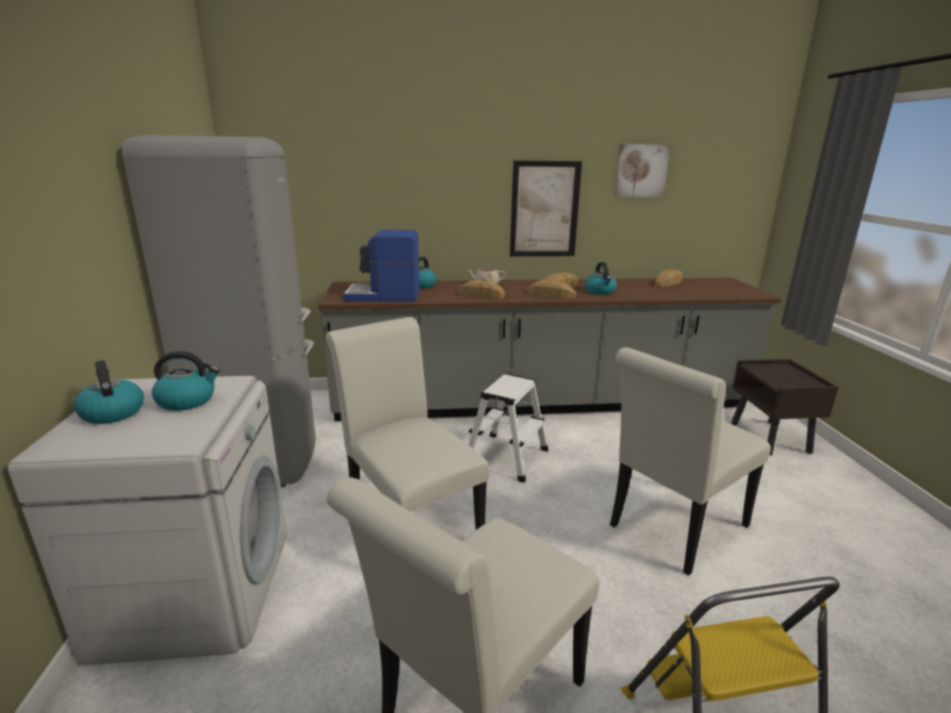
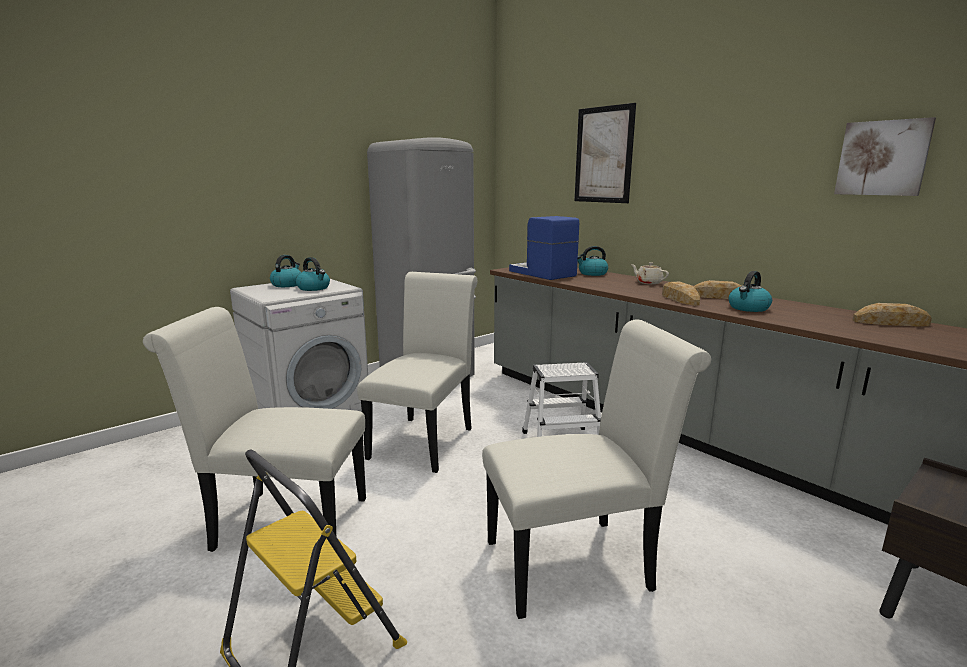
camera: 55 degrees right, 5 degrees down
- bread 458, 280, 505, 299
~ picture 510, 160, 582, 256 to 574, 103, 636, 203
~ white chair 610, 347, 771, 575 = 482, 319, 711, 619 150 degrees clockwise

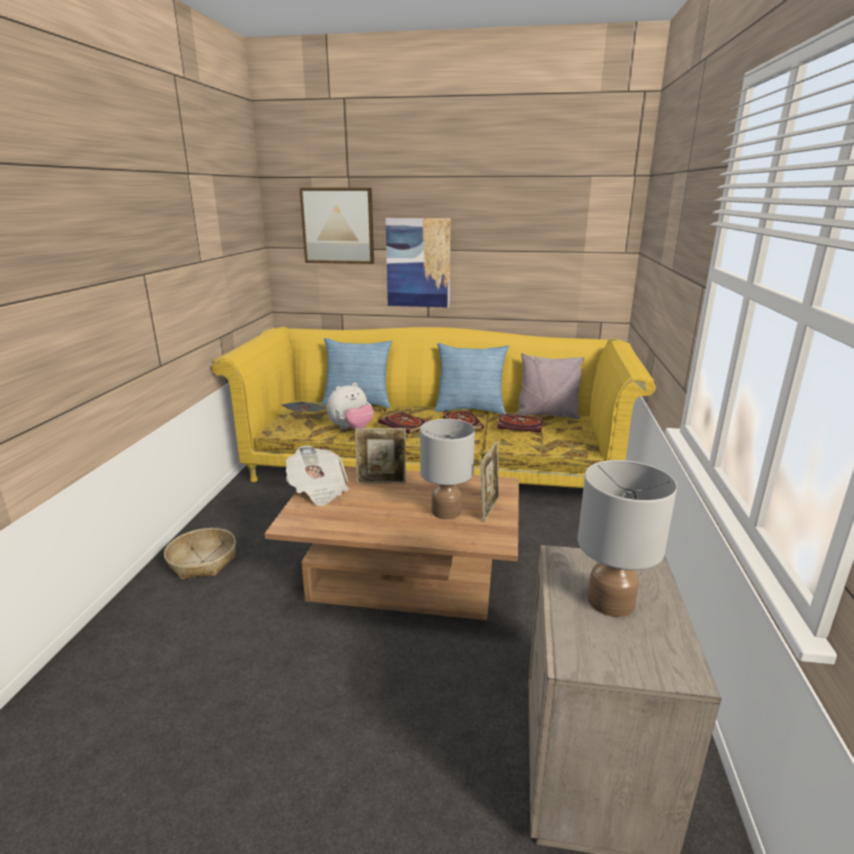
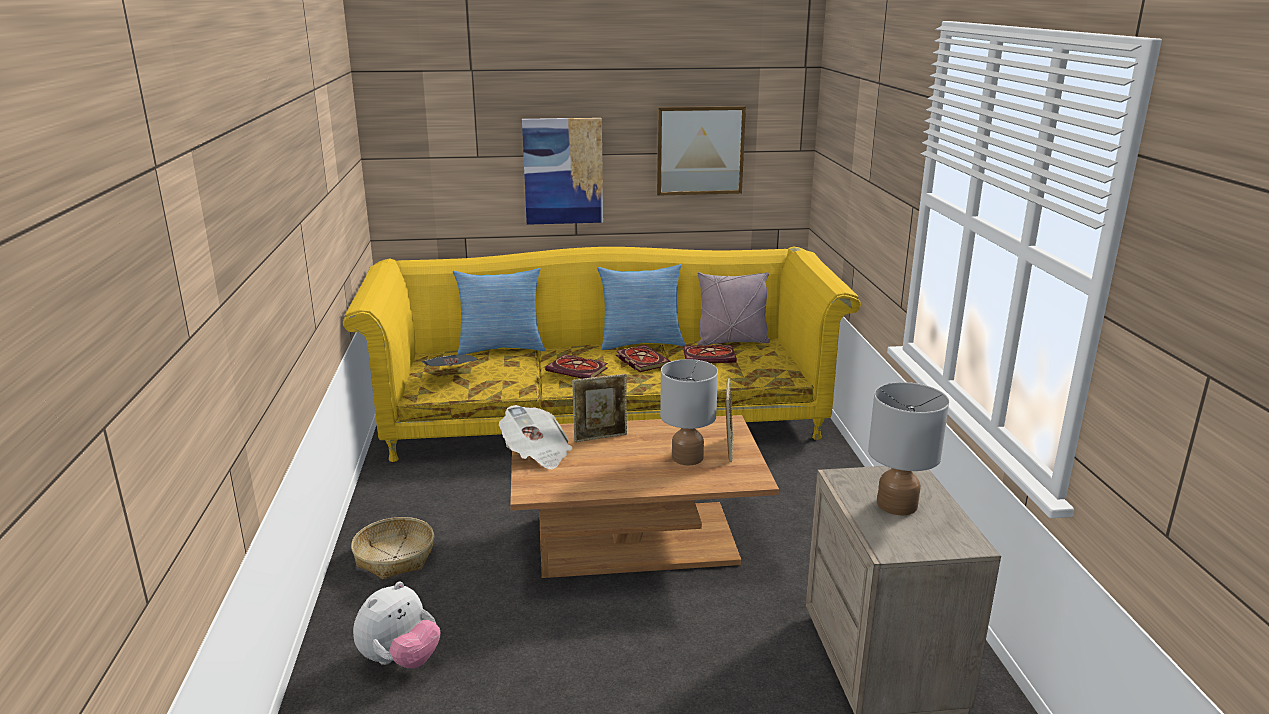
camera: 15 degrees left, 0 degrees up
~ picture 299, 188, 374, 264 to 657, 106, 746, 196
~ plush toy 327, 383, 374, 430 to 353, 582, 440, 668

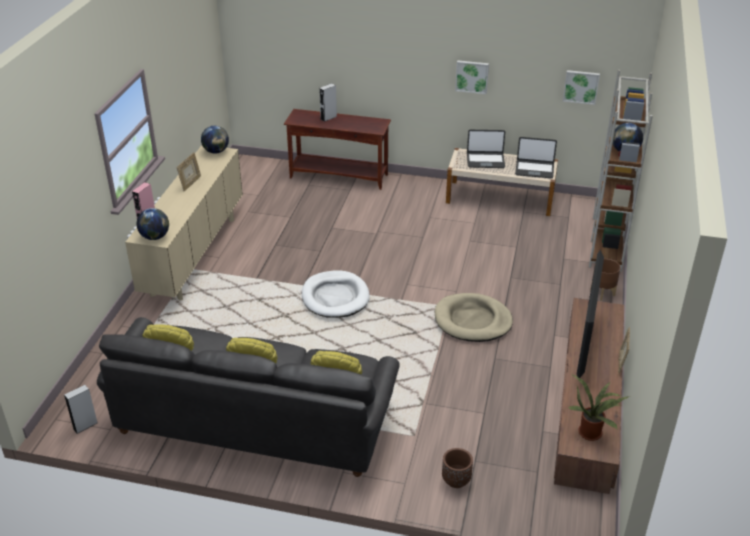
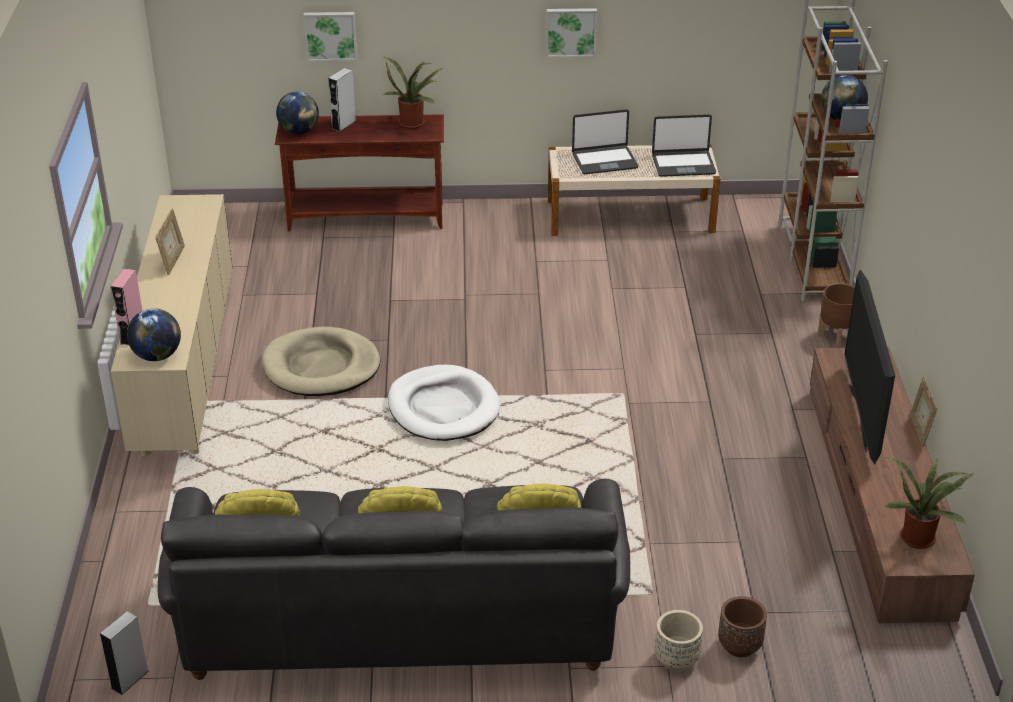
camera: 15 degrees left, 0 degrees up
+ potted plant 382, 57, 443, 129
+ beige planter 655, 610, 703, 672
~ globe 201, 126, 229, 154 to 276, 92, 319, 134
~ beige dog bed 435, 293, 513, 342 to 262, 327, 380, 396
~ picture 563, 70, 600, 105 to 303, 12, 357, 61

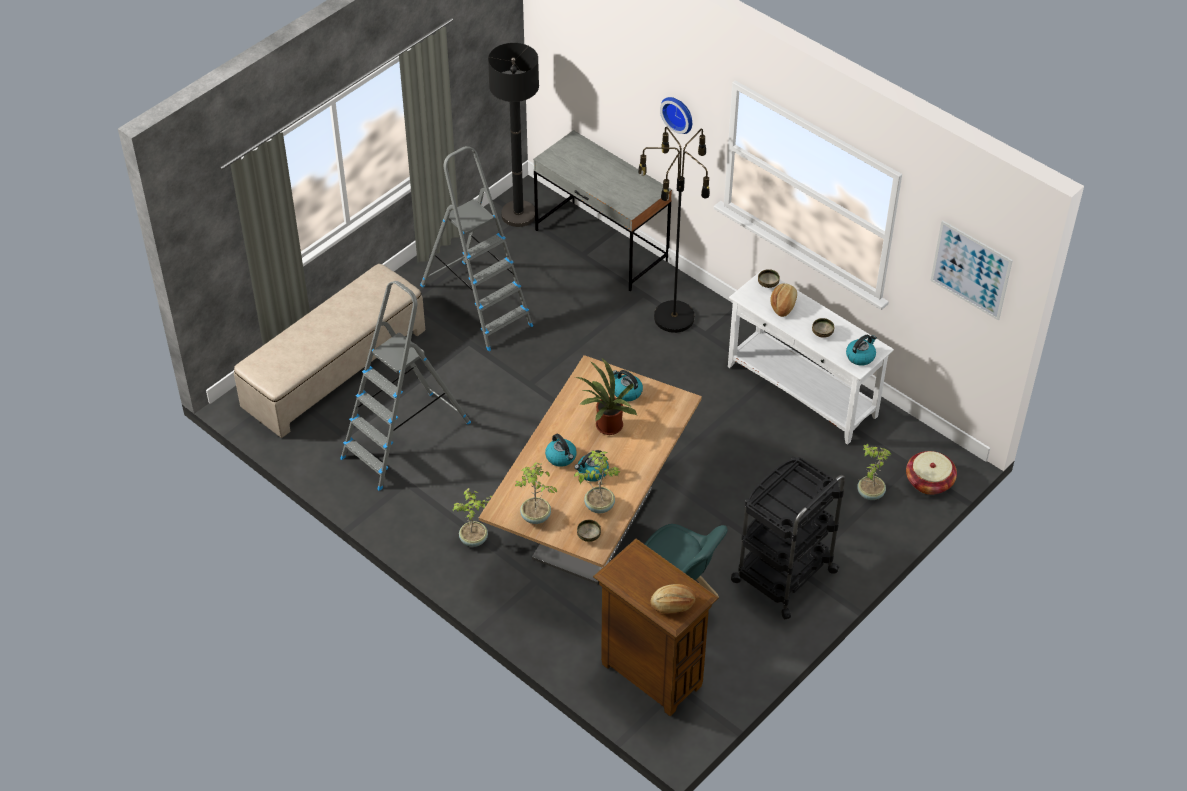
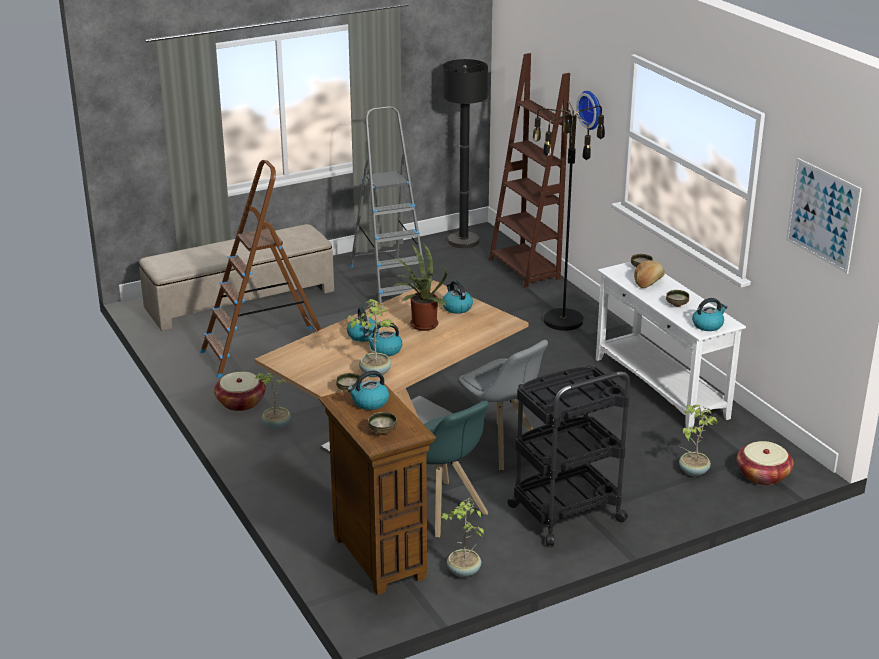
camera: 20 degrees right, 20 degrees down
+ basket 214, 372, 266, 411
+ kettle 347, 371, 389, 410
+ grey chair 458, 340, 548, 471
~ potted plant 515, 462, 558, 524 to 440, 498, 484, 578
~ grey desk 533, 130, 672, 291 to brown bookcase 489, 53, 570, 288
~ bread 650, 584, 696, 613 to bowl 368, 412, 397, 434
~ grey step ladder 340, 281, 471, 491 to brown step ladder 200, 160, 321, 378

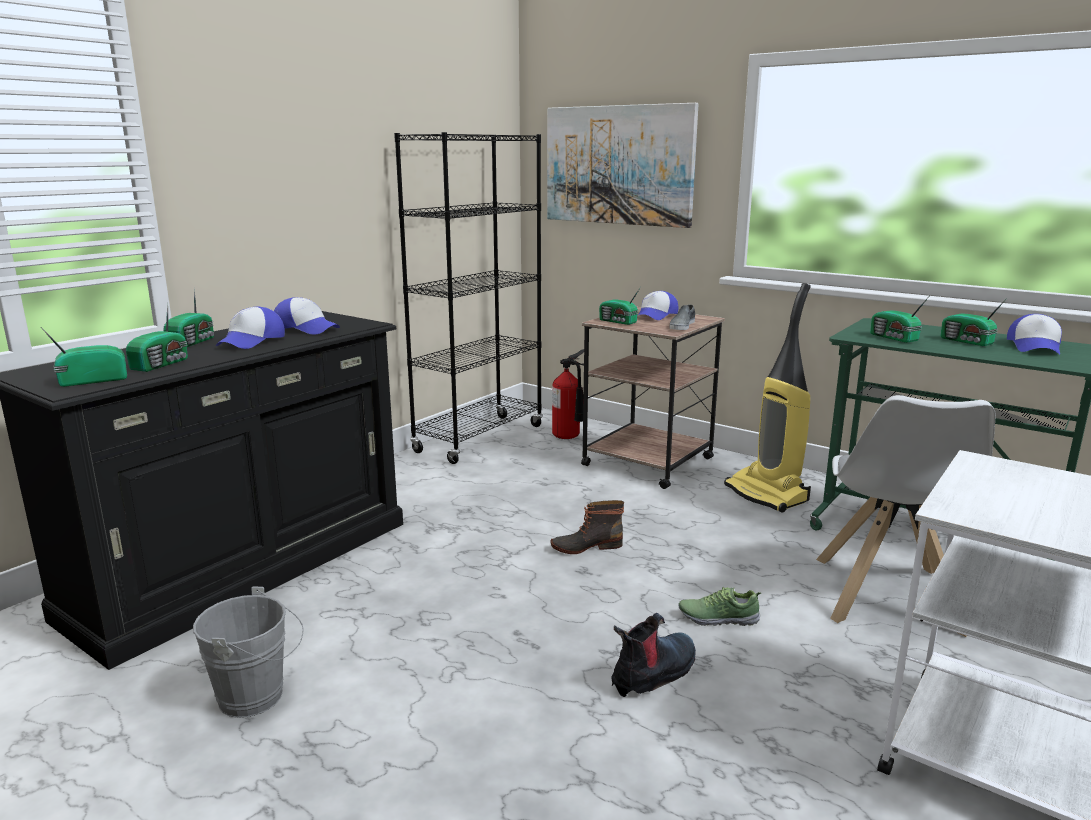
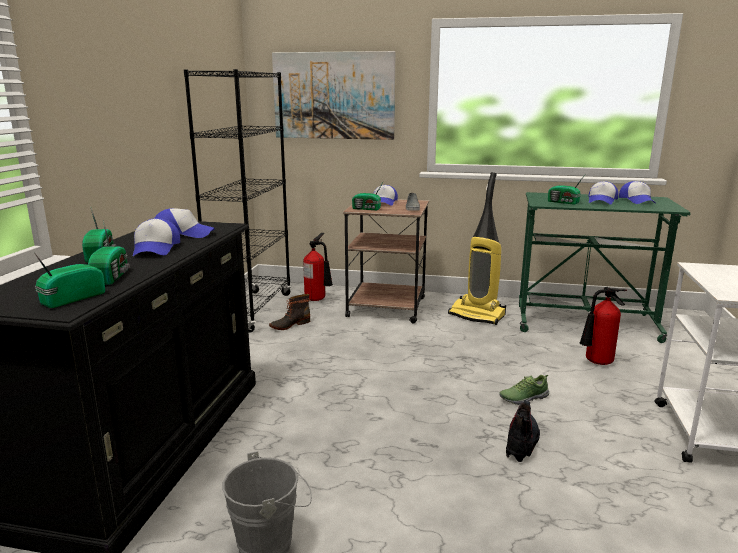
camera: 25 degrees left, 0 degrees up
~ boot 551, 500, 624, 554 to 269, 294, 310, 330
~ chair 816, 395, 995, 637 to fire extinguisher 580, 287, 627, 365
~ radio 941, 298, 1007, 346 to cap 588, 181, 619, 204

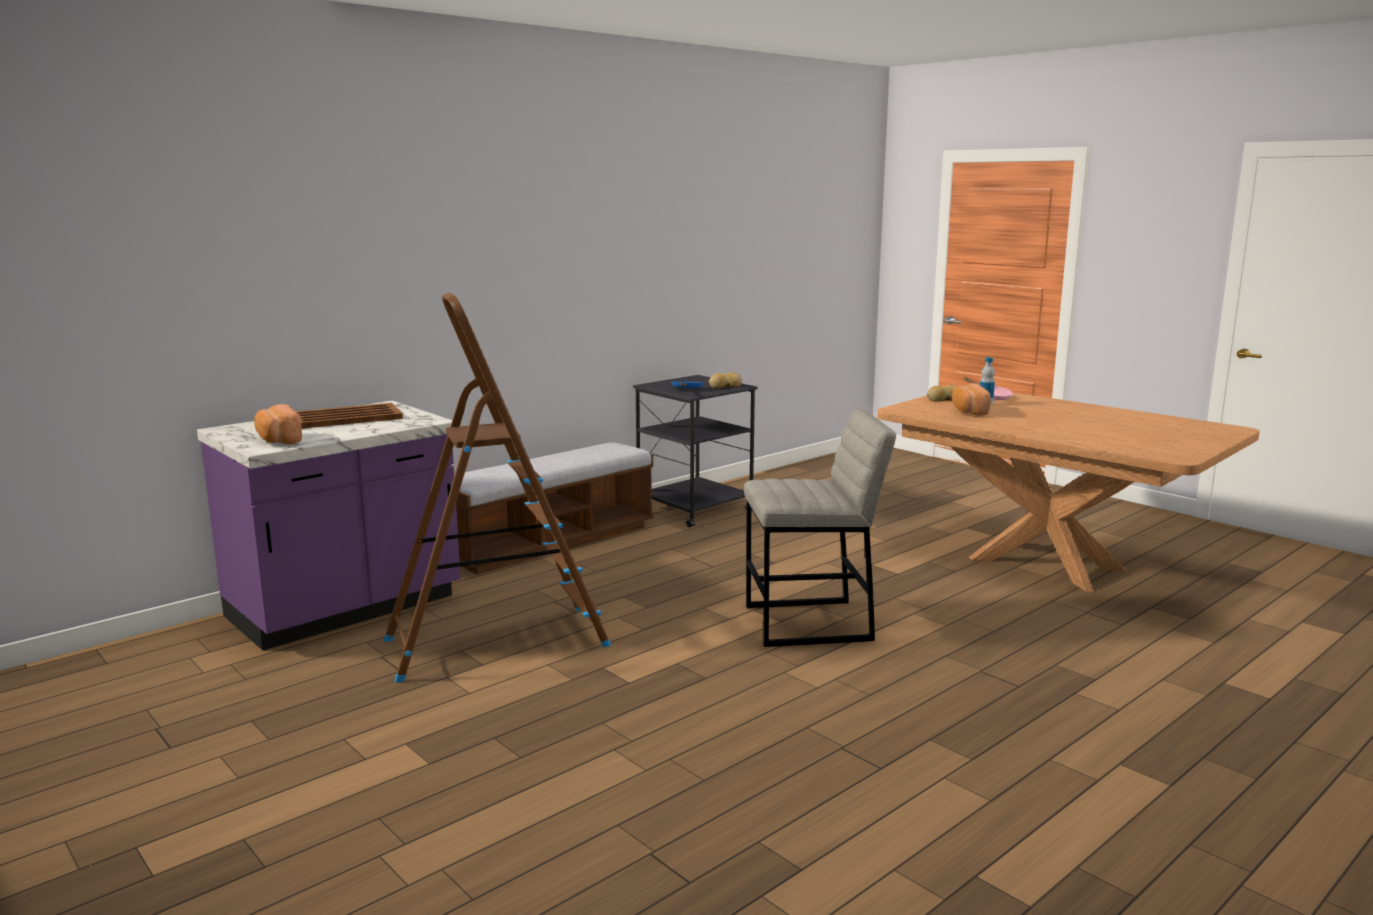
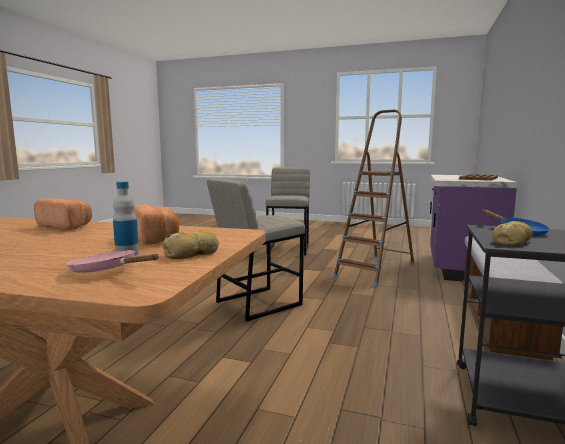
camera: 150 degrees right, 5 degrees down
+ grey chair 265, 167, 310, 255
~ bread 254, 404, 302, 444 to 34, 198, 92, 230

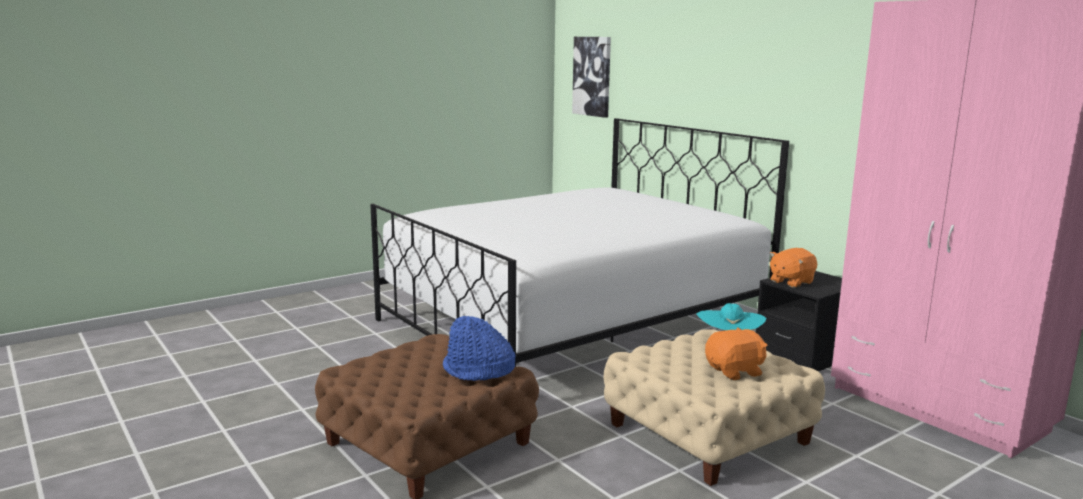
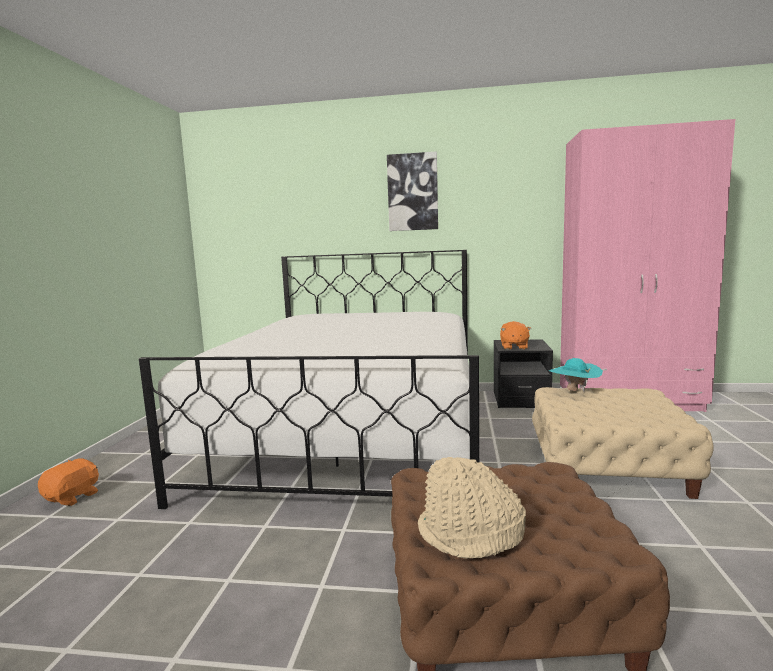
camera: 45 degrees left, 5 degrees down
- blue hat 443, 316, 515, 381
+ beige hat 418, 457, 526, 559
~ picture 572, 37, 611, 118 to 387, 151, 438, 231
~ orange plush toy 705, 327, 767, 380 to 38, 458, 99, 506

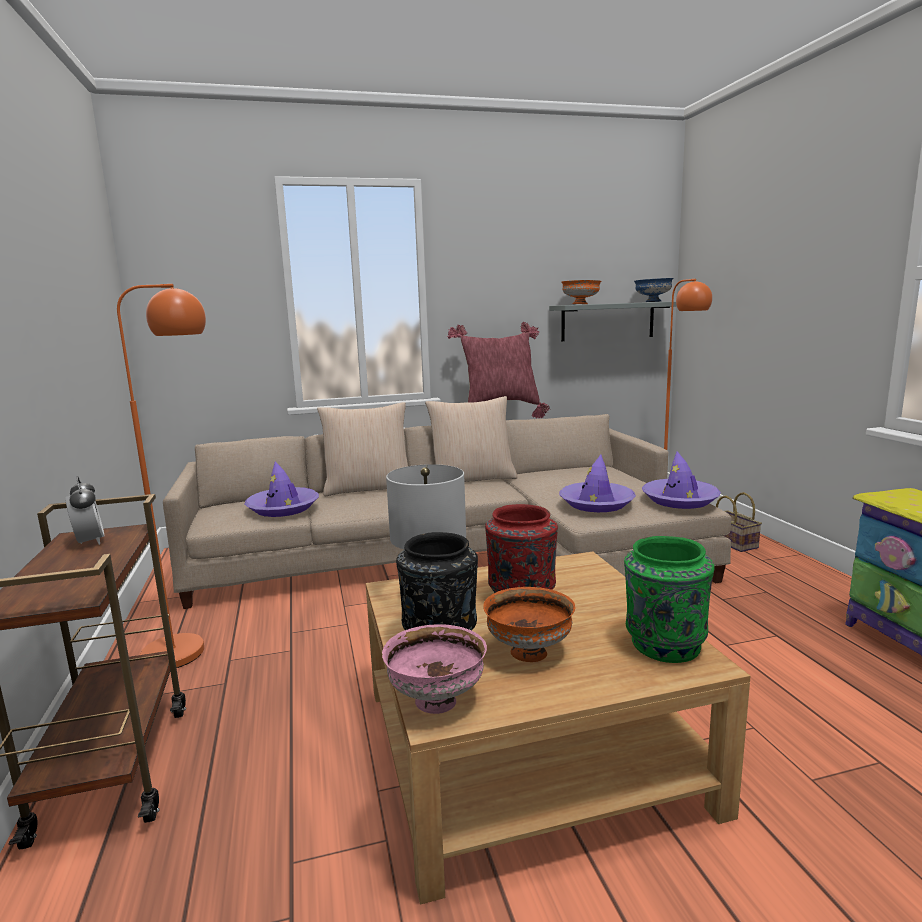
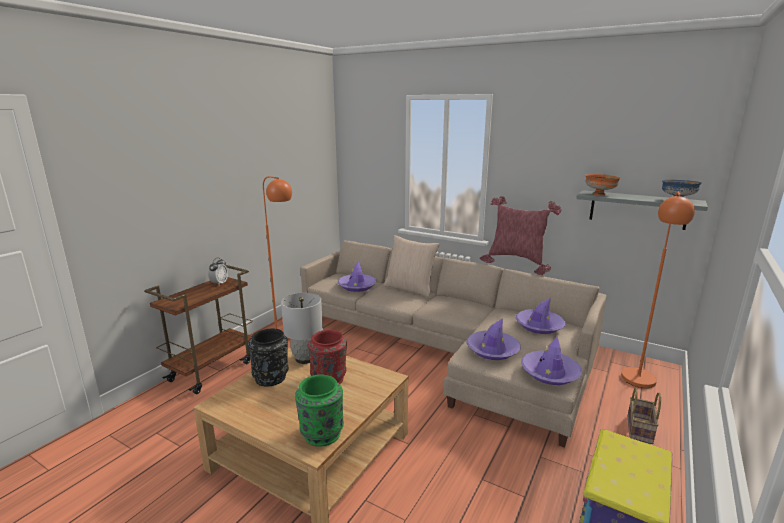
camera: 45 degrees right, 5 degrees up
- pink bowl 382, 624, 487, 714
- beige pillow 425, 396, 518, 482
- orange bowl 483, 587, 575, 662
+ purple hat 516, 298, 566, 334

